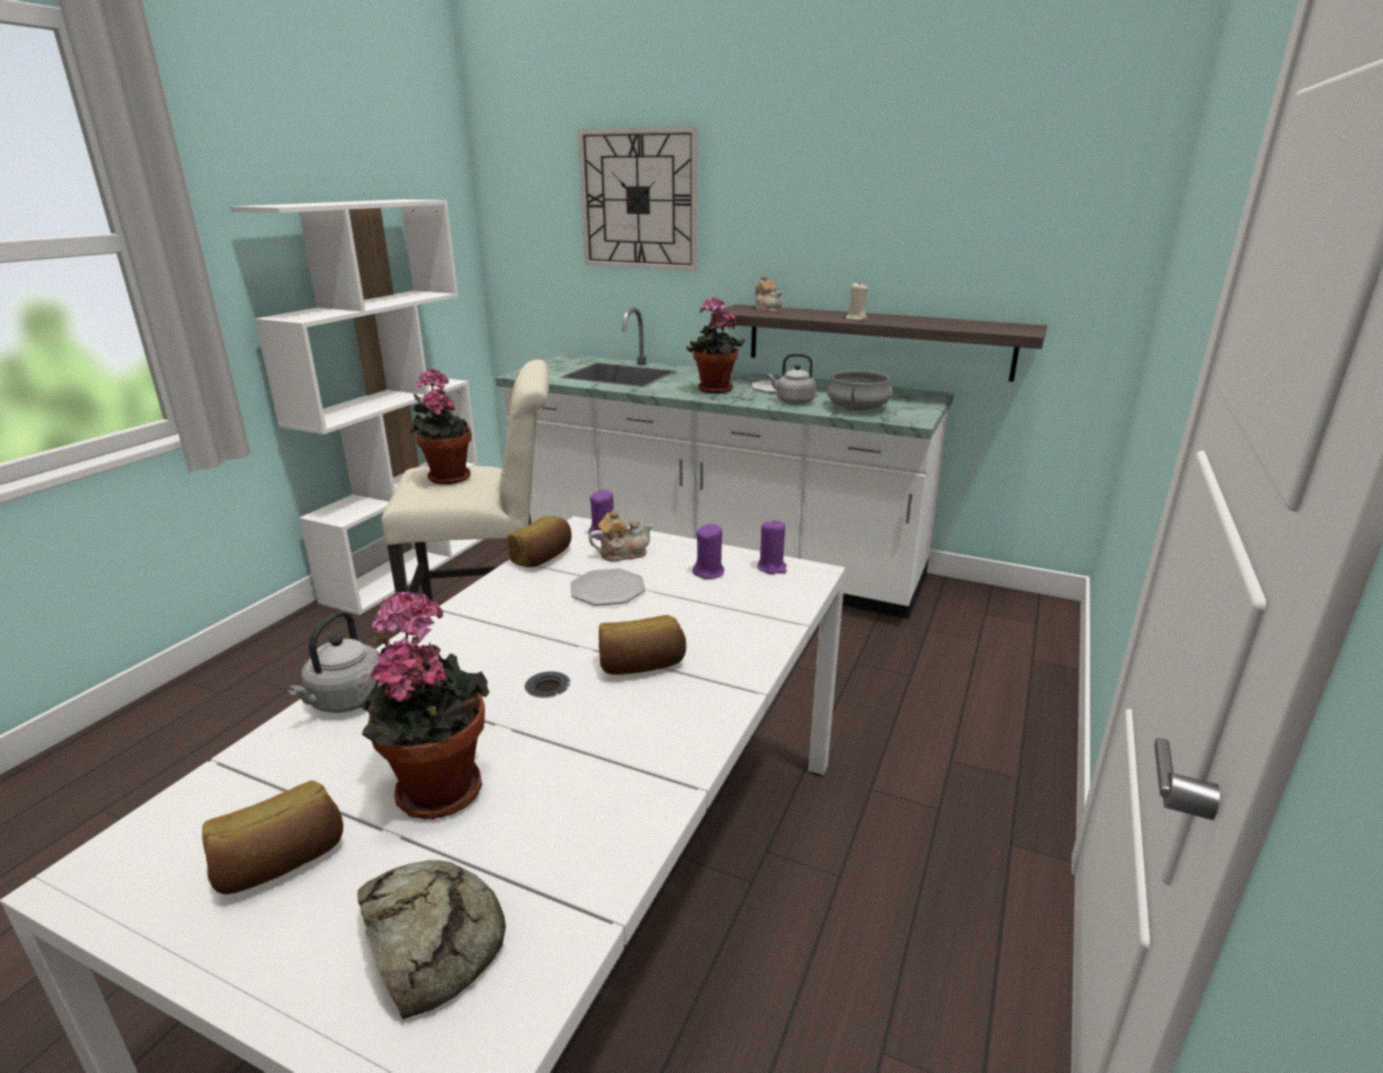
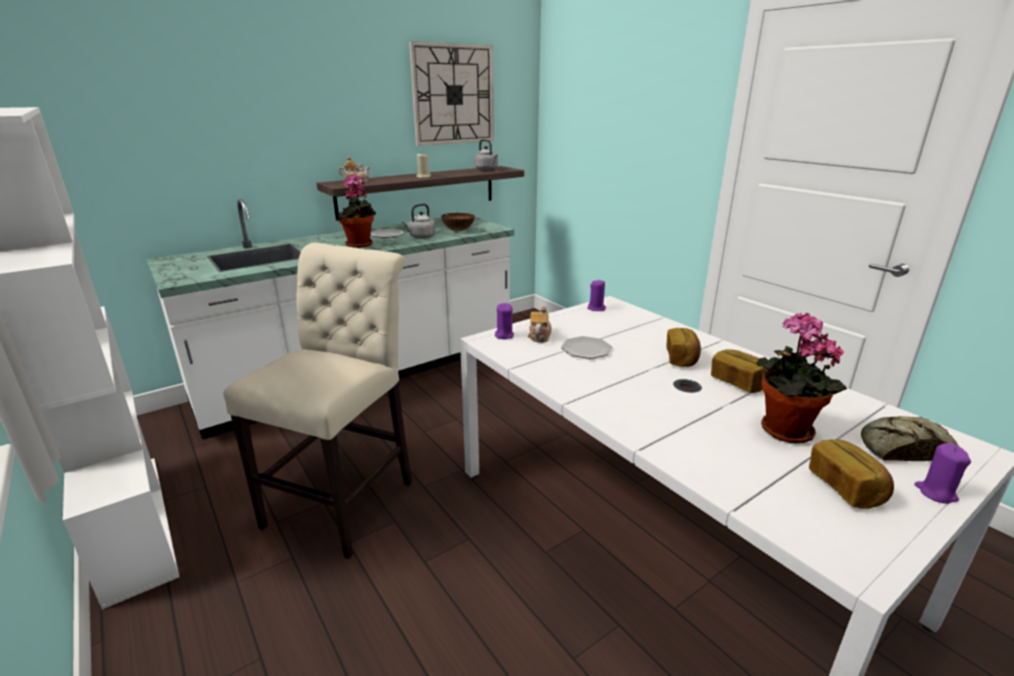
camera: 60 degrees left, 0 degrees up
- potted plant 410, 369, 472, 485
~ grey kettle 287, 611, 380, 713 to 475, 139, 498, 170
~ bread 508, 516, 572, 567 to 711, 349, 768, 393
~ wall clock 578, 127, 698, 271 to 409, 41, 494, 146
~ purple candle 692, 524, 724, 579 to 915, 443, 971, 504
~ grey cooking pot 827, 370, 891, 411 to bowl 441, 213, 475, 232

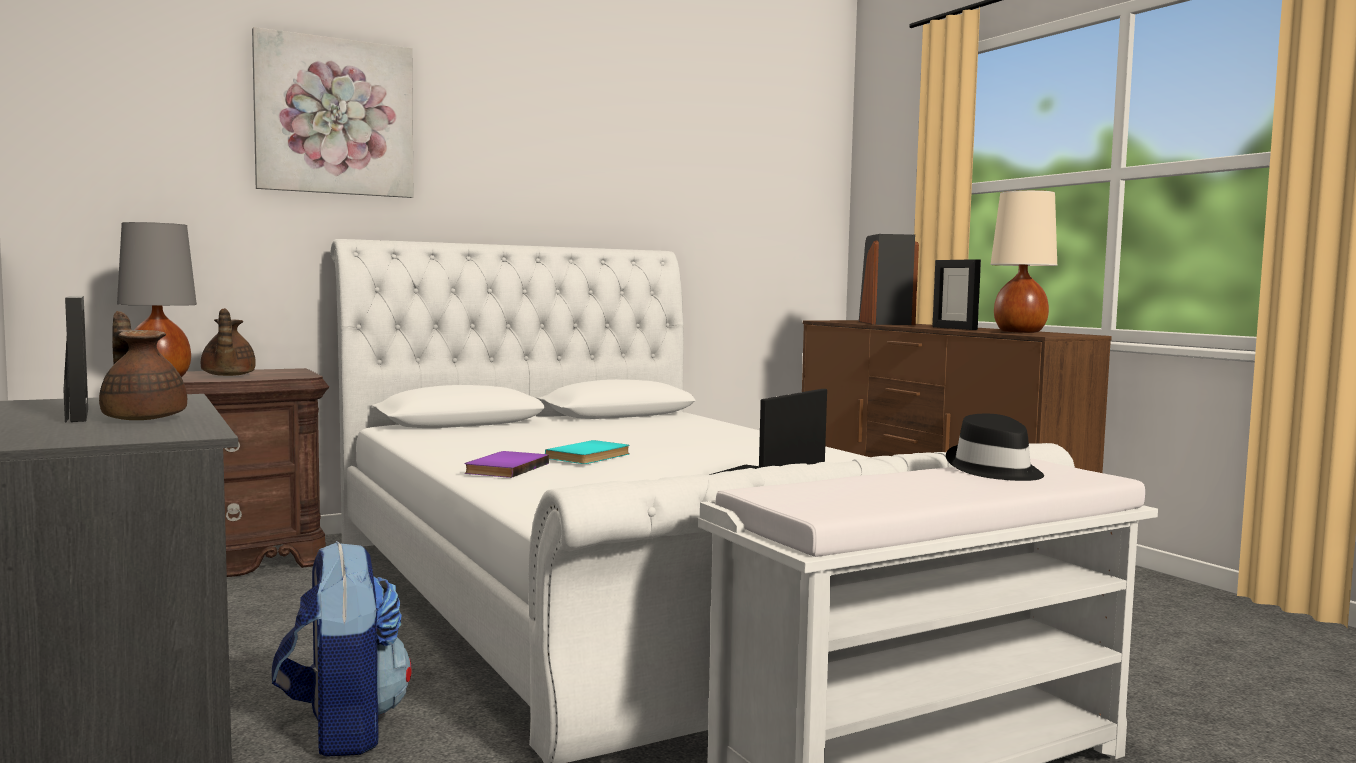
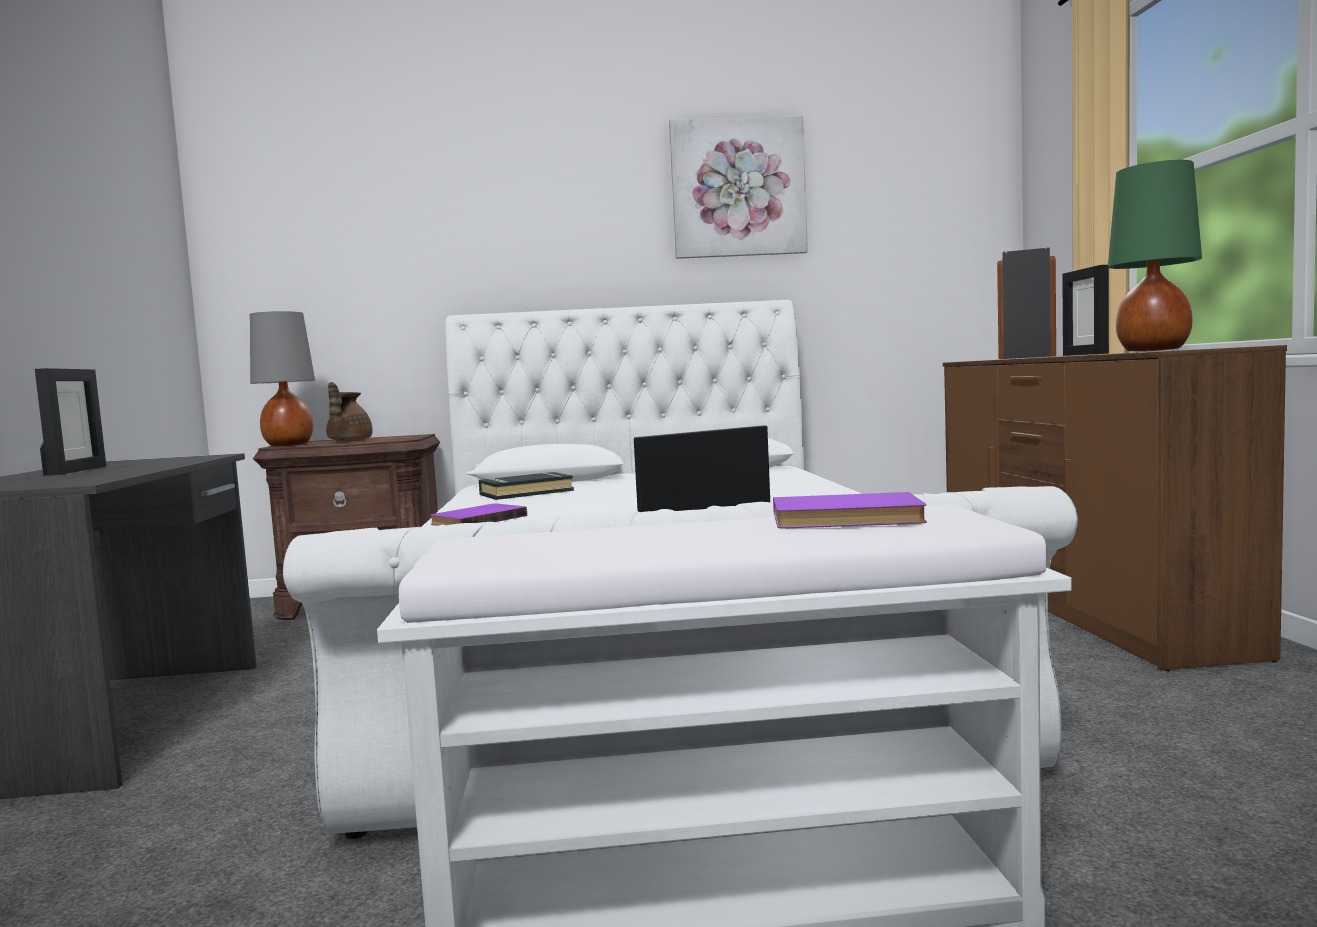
camera: 25 degrees right, 0 degrees up
- brown teapot 99, 311, 187, 420
- backpack 272, 541, 411, 757
- turquoise book 545, 440, 630, 464
+ black book 479, 472, 574, 500
~ picture 252, 27, 413, 198 to 669, 116, 808, 259
~ black hat 946, 414, 1044, 481 to purple book 773, 492, 927, 528
~ beige table lamp 991, 190, 1057, 333 to green table lamp 1108, 160, 1202, 352

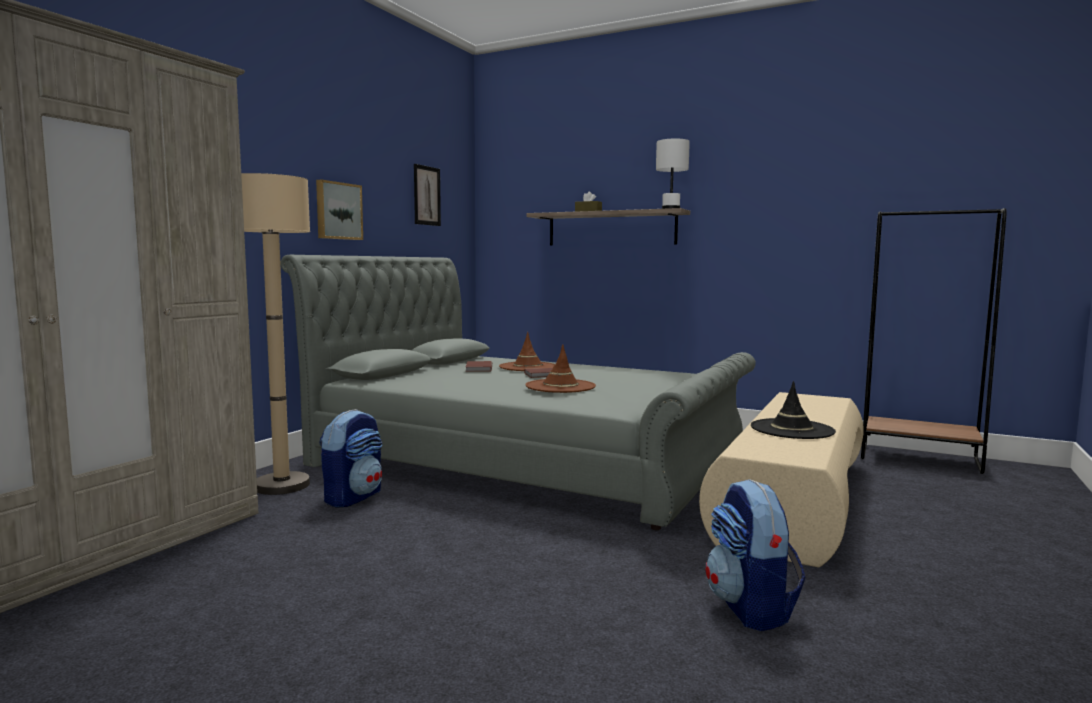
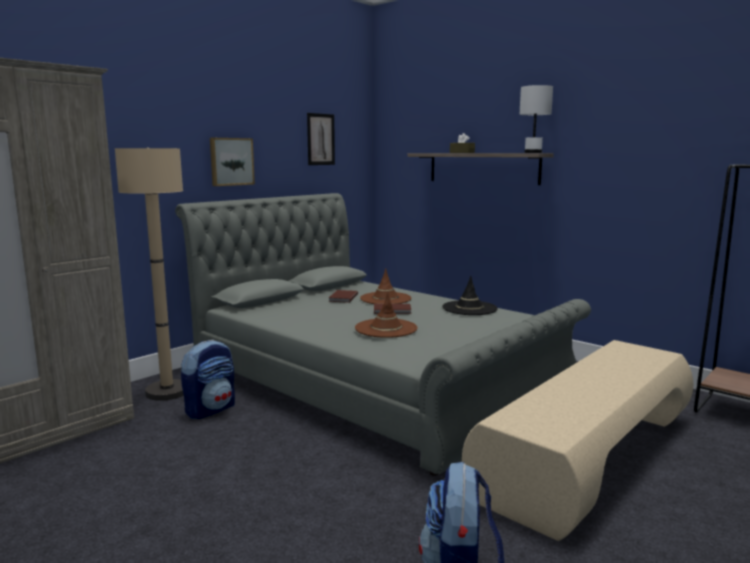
camera: 15 degrees right, 5 degrees up
~ black hat 751, 381, 836, 439 to 442, 276, 498, 315

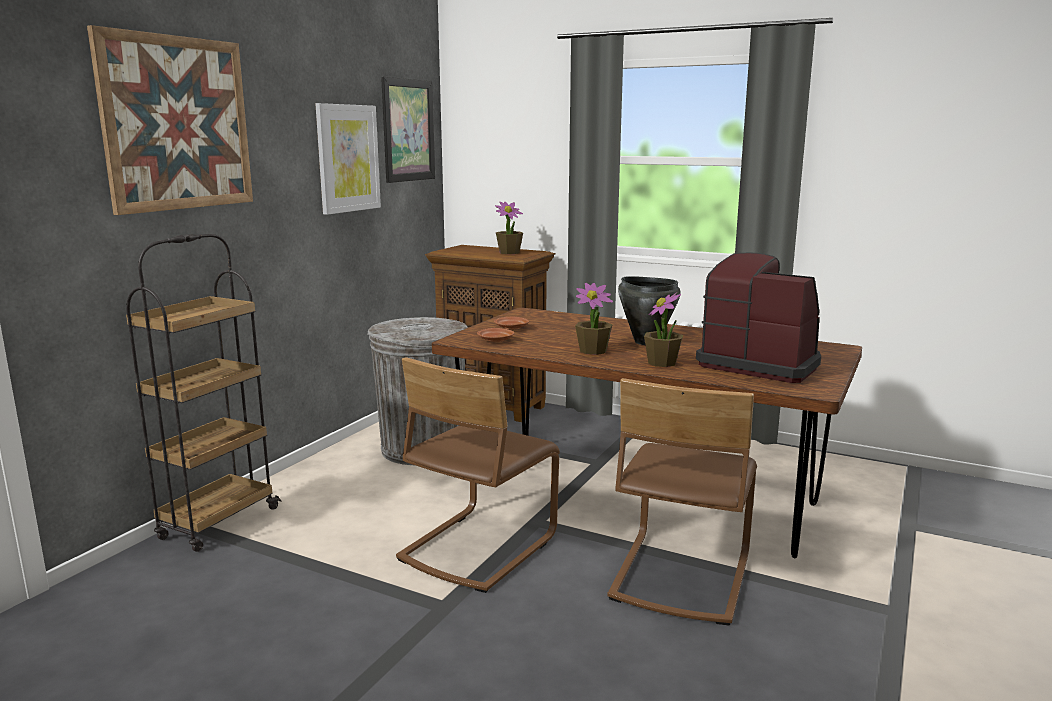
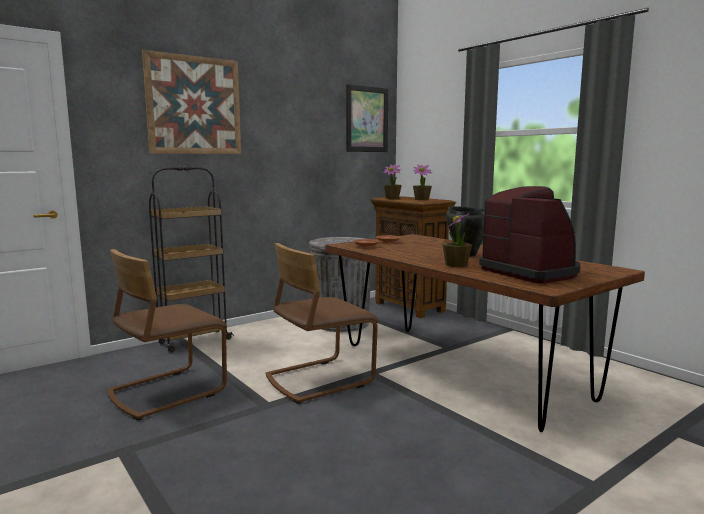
camera: 25 degrees right, 5 degrees down
- picture 315, 103, 381, 215
~ potted plant 575, 283, 613, 355 to 383, 164, 402, 199
~ brown chair 607, 378, 757, 626 to 107, 249, 227, 421

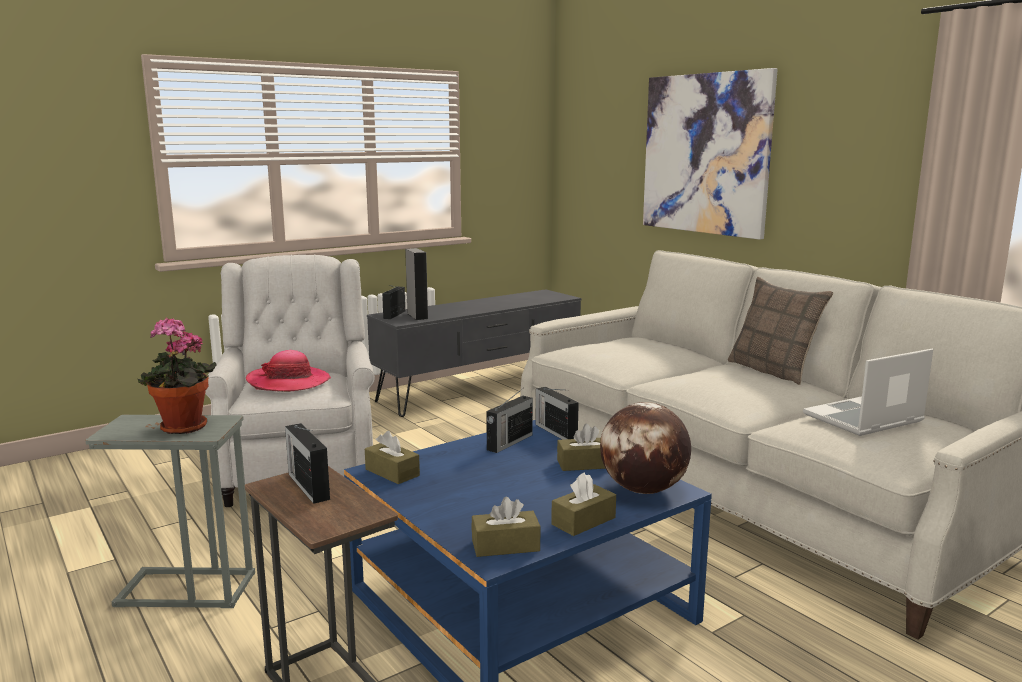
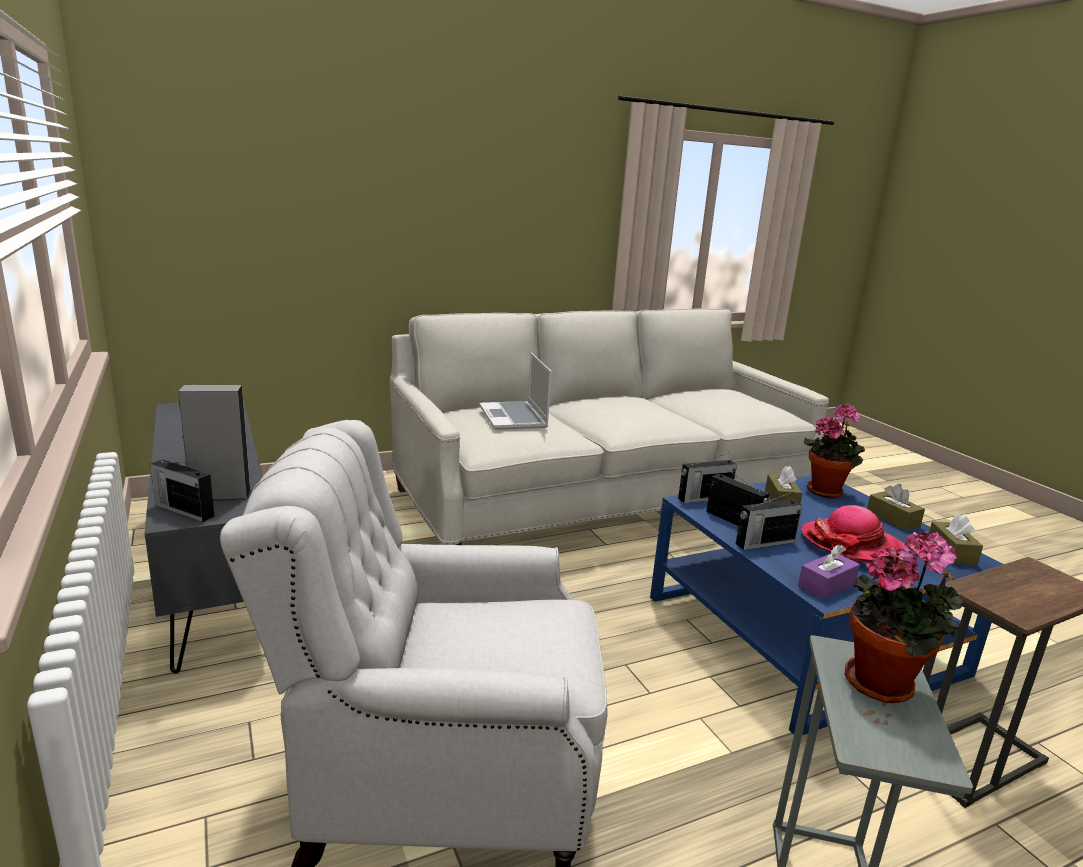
camera: 80 degrees left, 5 degrees up
- picture 643, 68, 778, 240
- pillow 728, 277, 833, 385
~ hat 246, 350, 331, 392 to 801, 505, 905, 564
~ radio 285, 423, 330, 504 to 736, 492, 802, 550
~ laptop 803, 349, 933, 436 to 479, 353, 552, 430
~ globe 600, 402, 691, 494 to potted plant 803, 404, 865, 498
~ brown tissue box 365, 431, 420, 484 to purple tissue box 798, 545, 860, 600

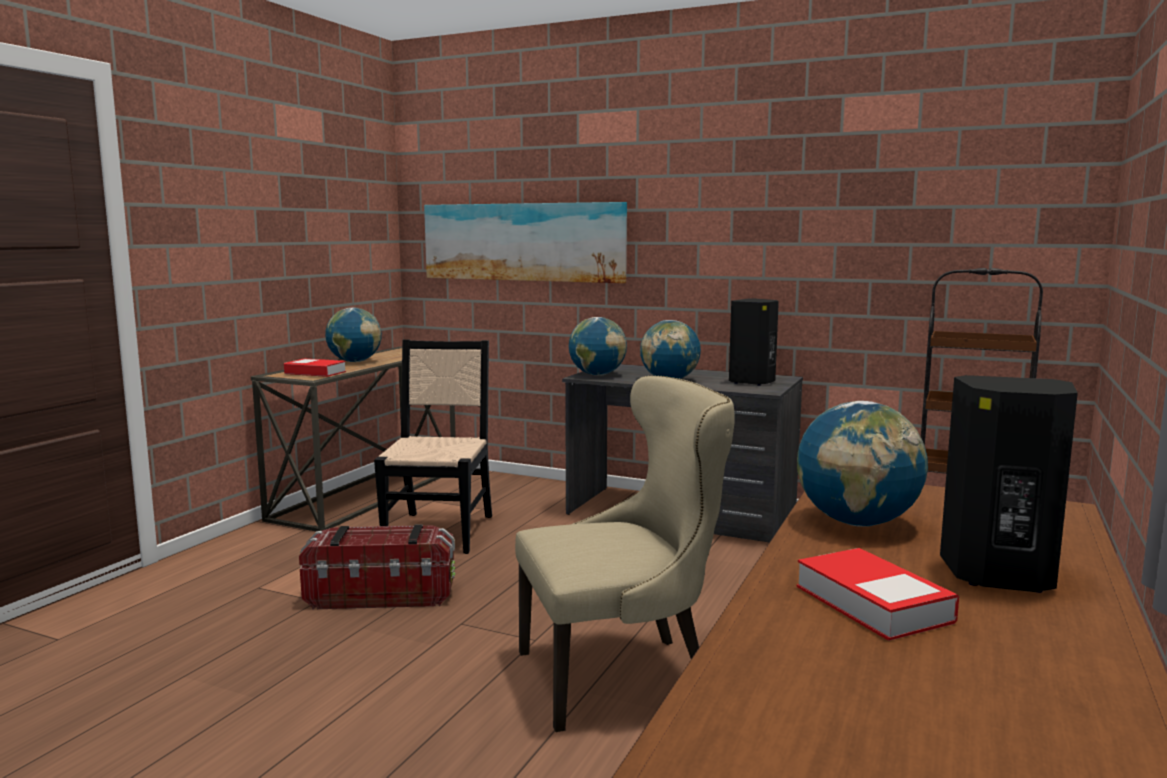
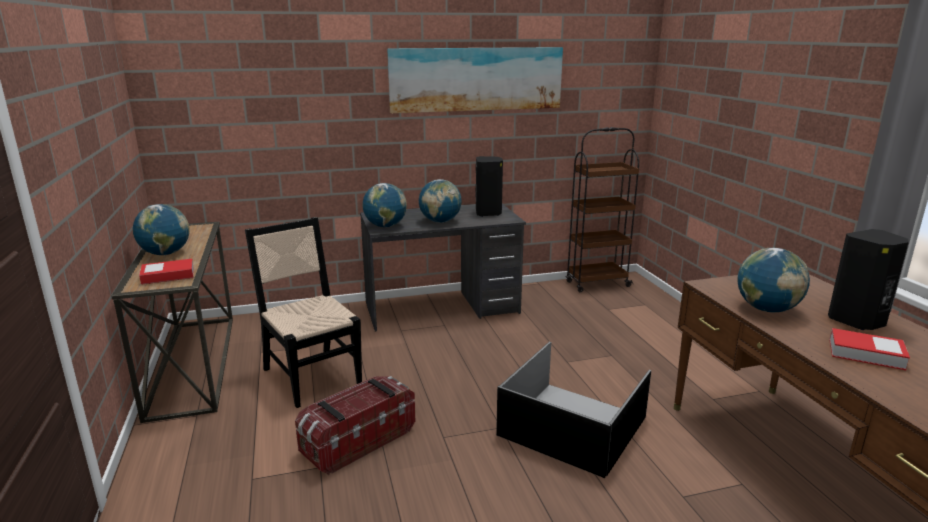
camera: 40 degrees left, 10 degrees up
~ picture 424, 202, 627, 283 to 387, 47, 563, 113
~ beige chair 515, 375, 735, 732 to black storage box 496, 342, 651, 478

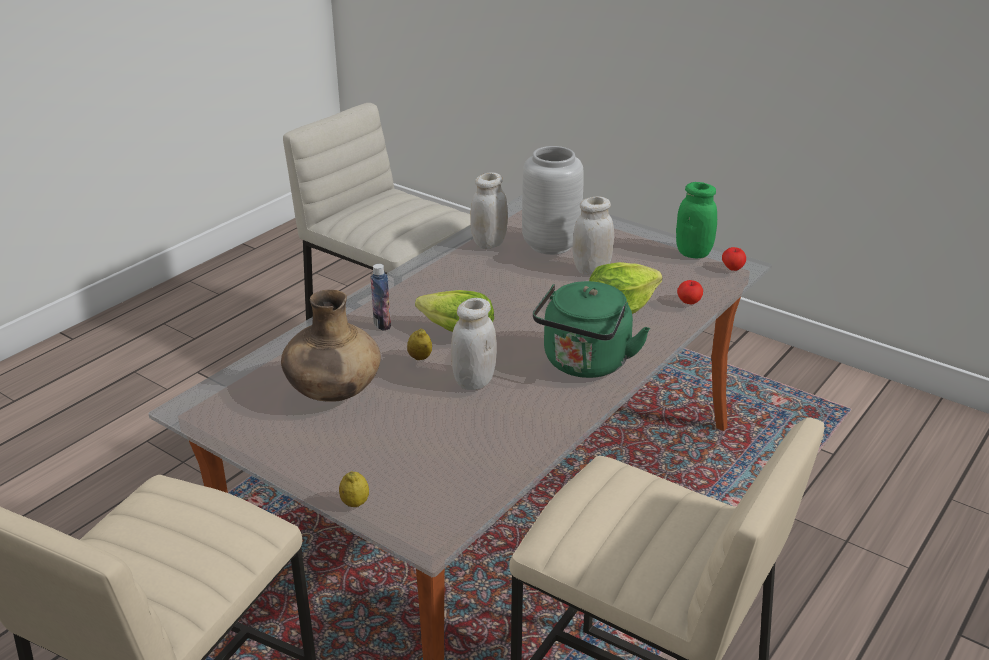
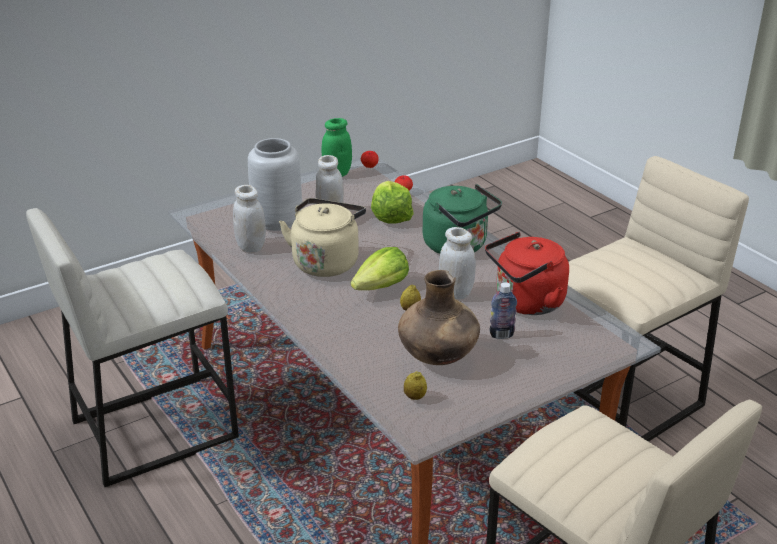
camera: 70 degrees left, 0 degrees up
+ beige kettle 279, 198, 366, 277
+ red kettle 485, 232, 569, 315
~ lemon 339, 471, 369, 507 to 404, 371, 427, 400
~ bottle 370, 264, 391, 331 to 489, 282, 517, 339

